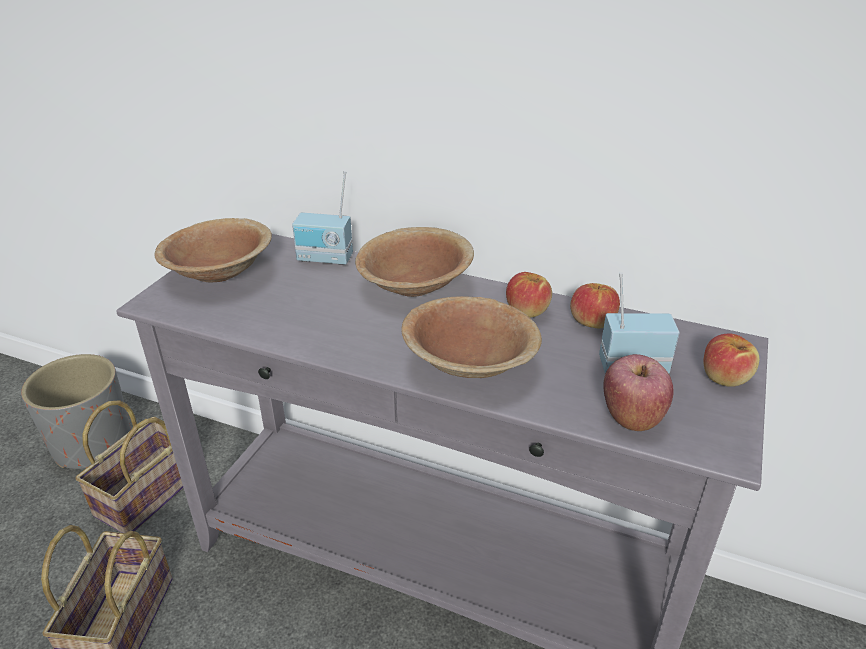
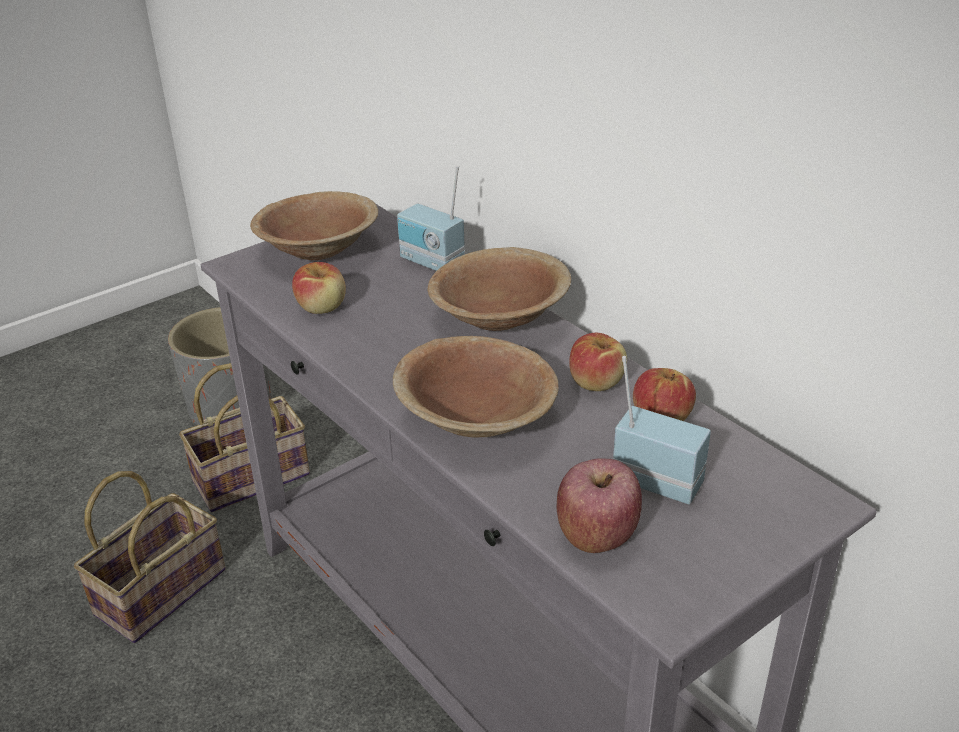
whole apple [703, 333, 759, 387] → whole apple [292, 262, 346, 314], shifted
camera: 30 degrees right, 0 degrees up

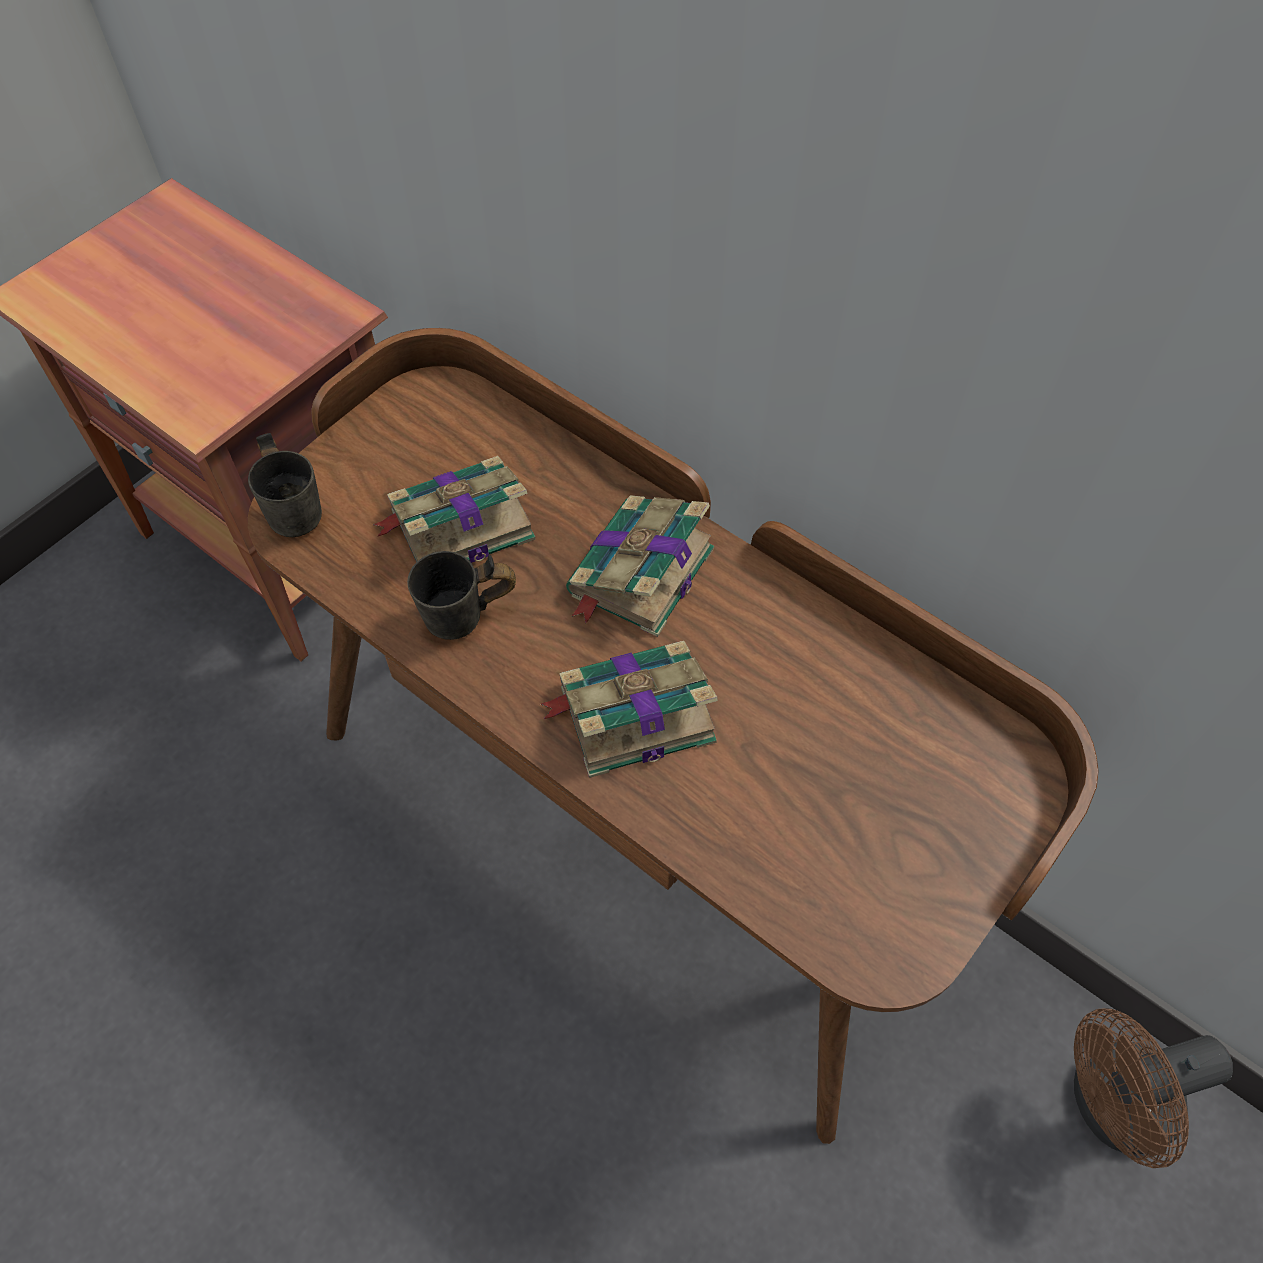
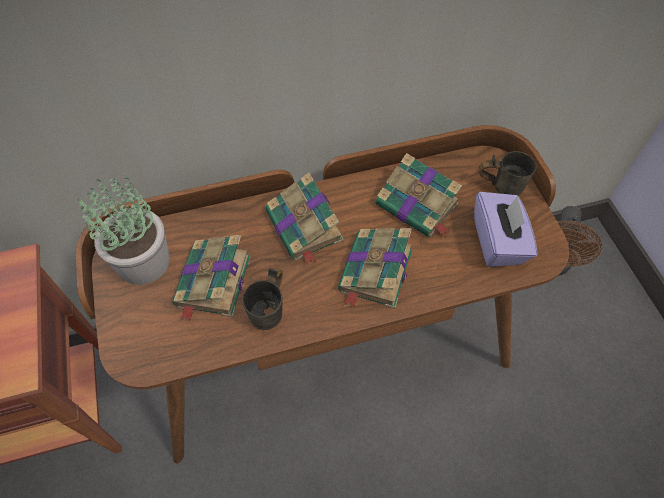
coffee mug (grey) [248, 433, 322, 537] → coffee mug (grey) [478, 151, 536, 196], shifted
- → volume [376, 153, 462, 237]
- → plant in a pot [77, 173, 170, 285]
- → box of tissues (purple) [474, 192, 538, 267]
camera: 55 degrees left, 0 degrees up

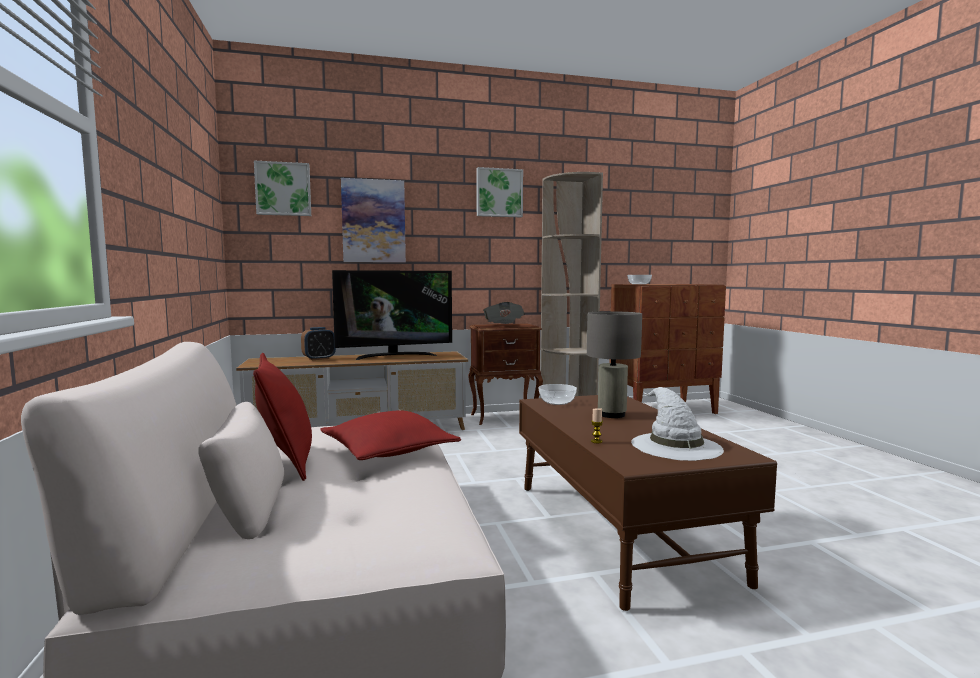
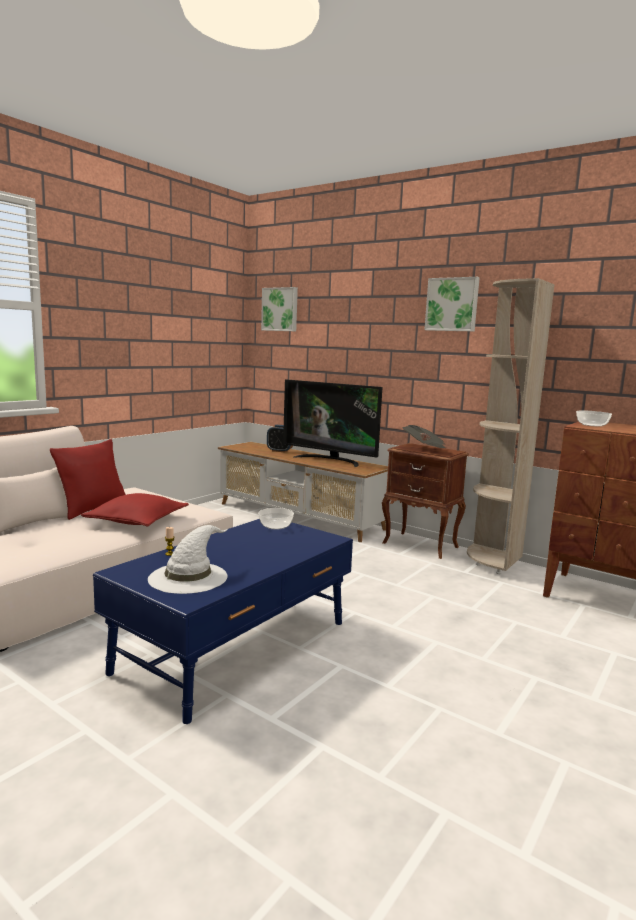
picture [341, 178, 406, 263] → -
lamp for a table (grey) [587, 311, 642, 418] → -
lounge table (brown) [519, 395, 777, 611] → lounge table (bluish) [93, 519, 353, 724]
camera: 50 degrees right, 5 degrees up

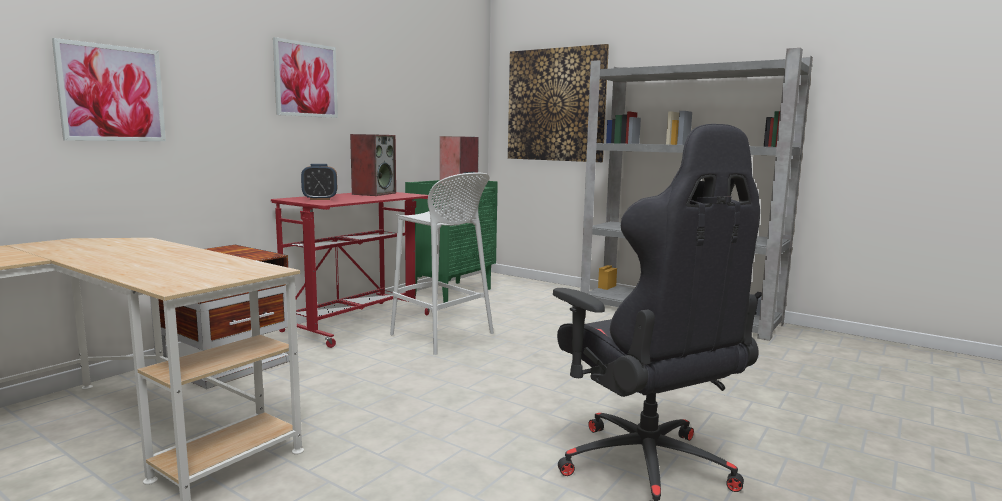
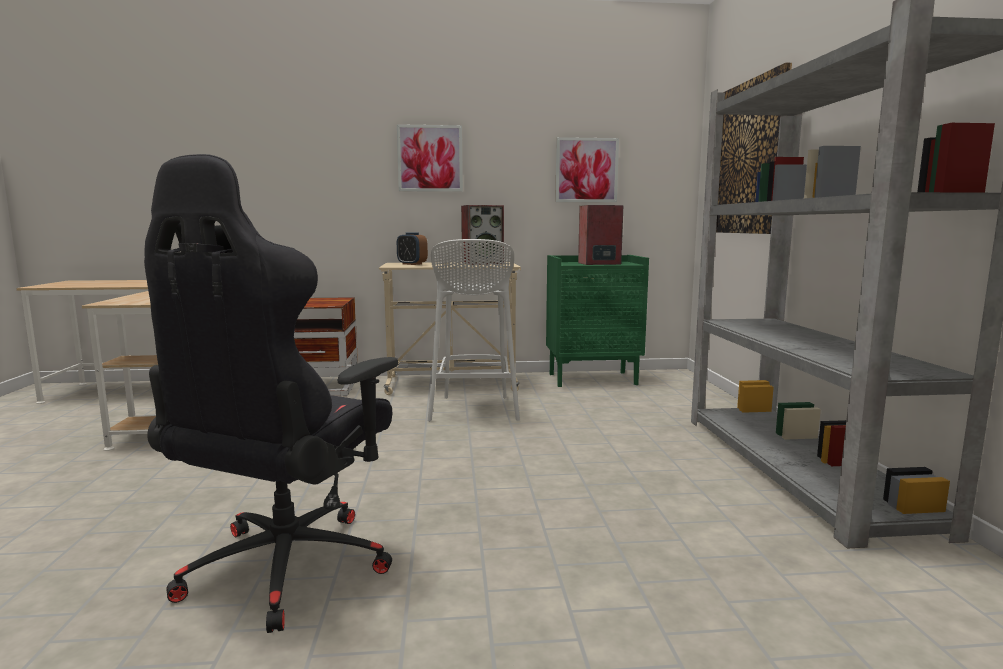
picture [52, 38, 166, 141] → picture [555, 137, 619, 202], shifted
desk unit (reddish) [271, 192, 429, 348] → desk unit (sand-coloured) [379, 262, 521, 395]
camera: 50 degrees right, 0 degrees up

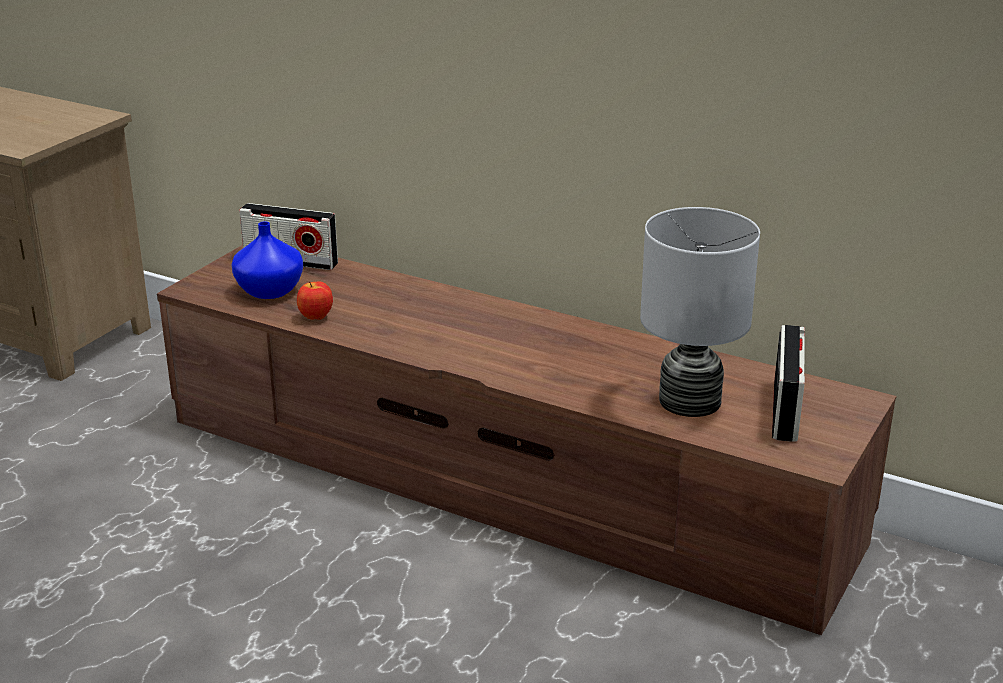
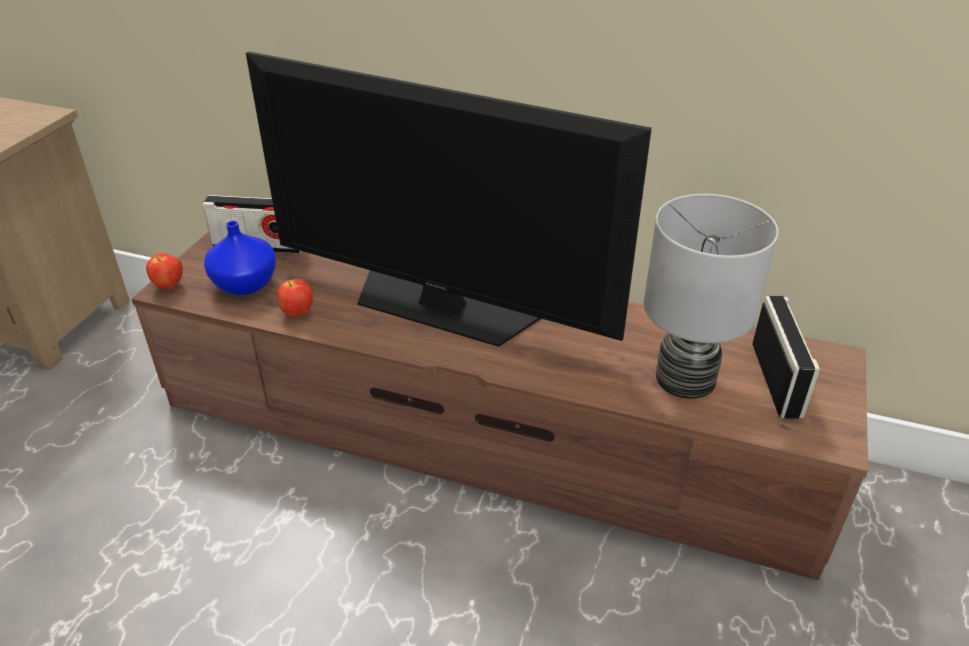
- → TV set [246, 51, 652, 347]
- → whole apple [146, 253, 183, 289]
camera: 10 degrees left, 10 degrees up

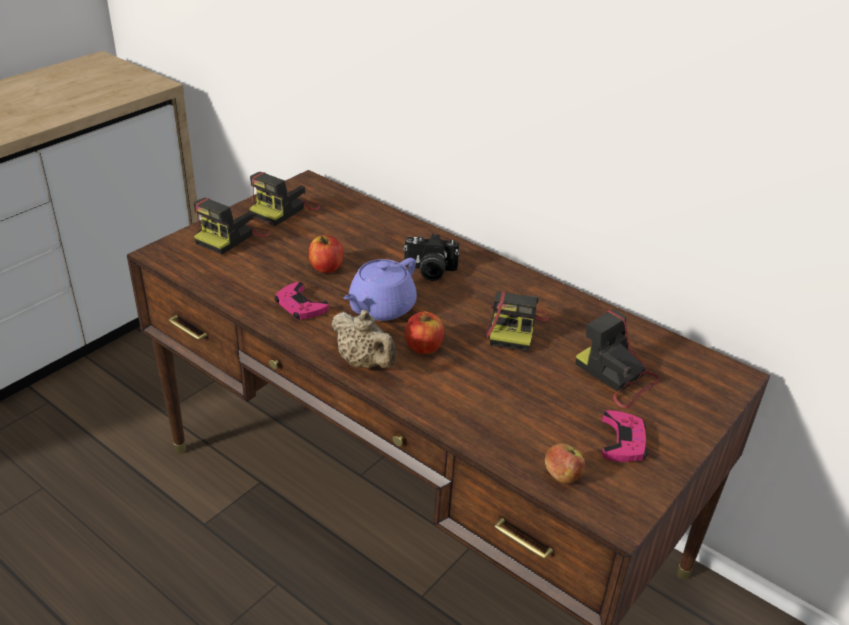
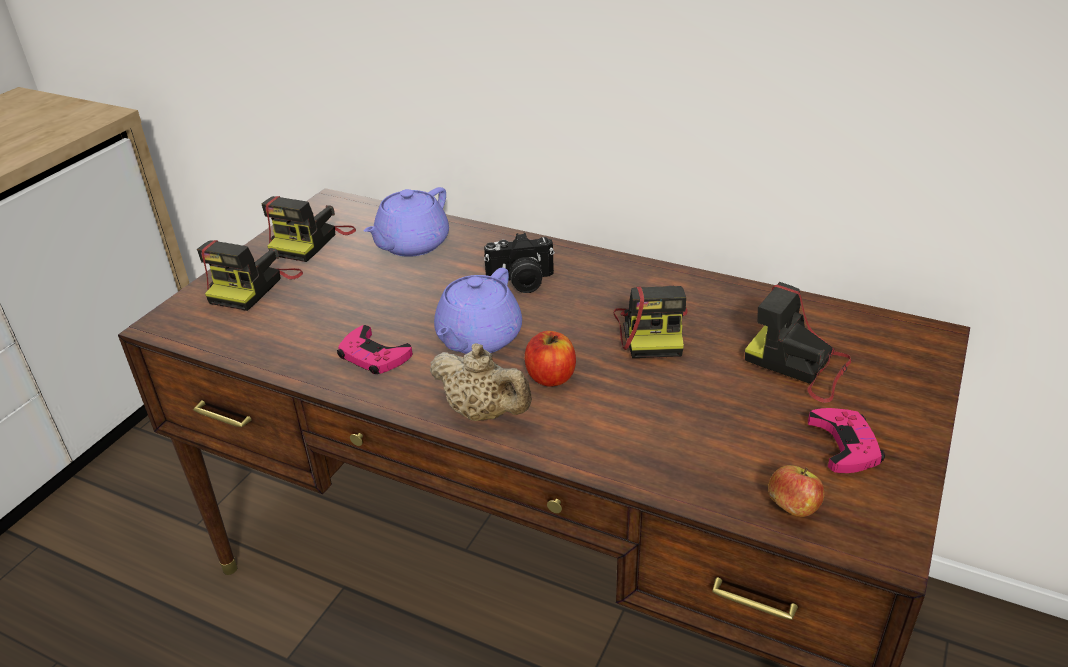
whole apple [309, 235, 344, 273] → -
- → tea pot (purple) [364, 187, 449, 257]
camera: 10 degrees left, 0 degrees up

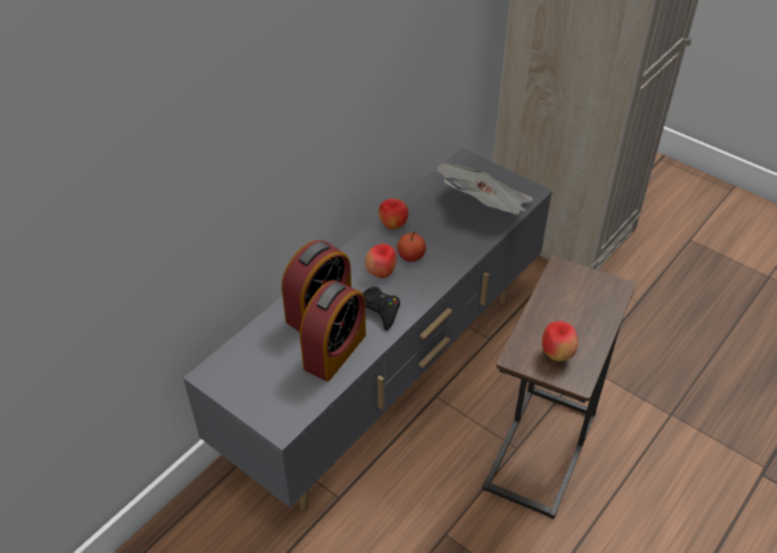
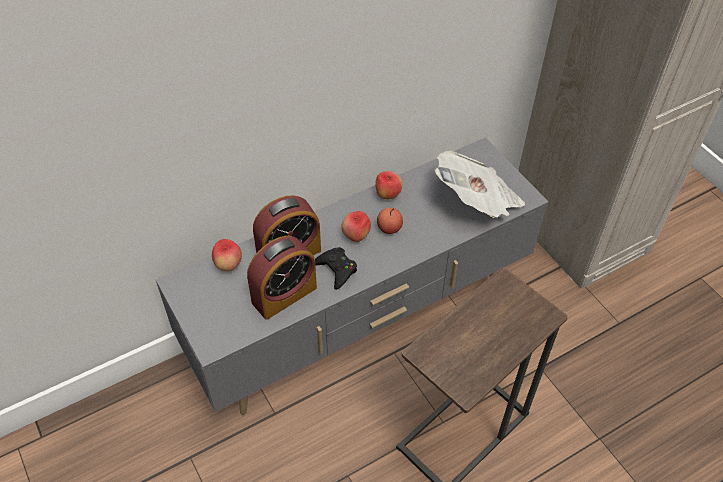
whole apple [542, 321, 578, 362] → whole apple [212, 239, 242, 271], shifted
camera: 20 degrees right, 5 degrees up

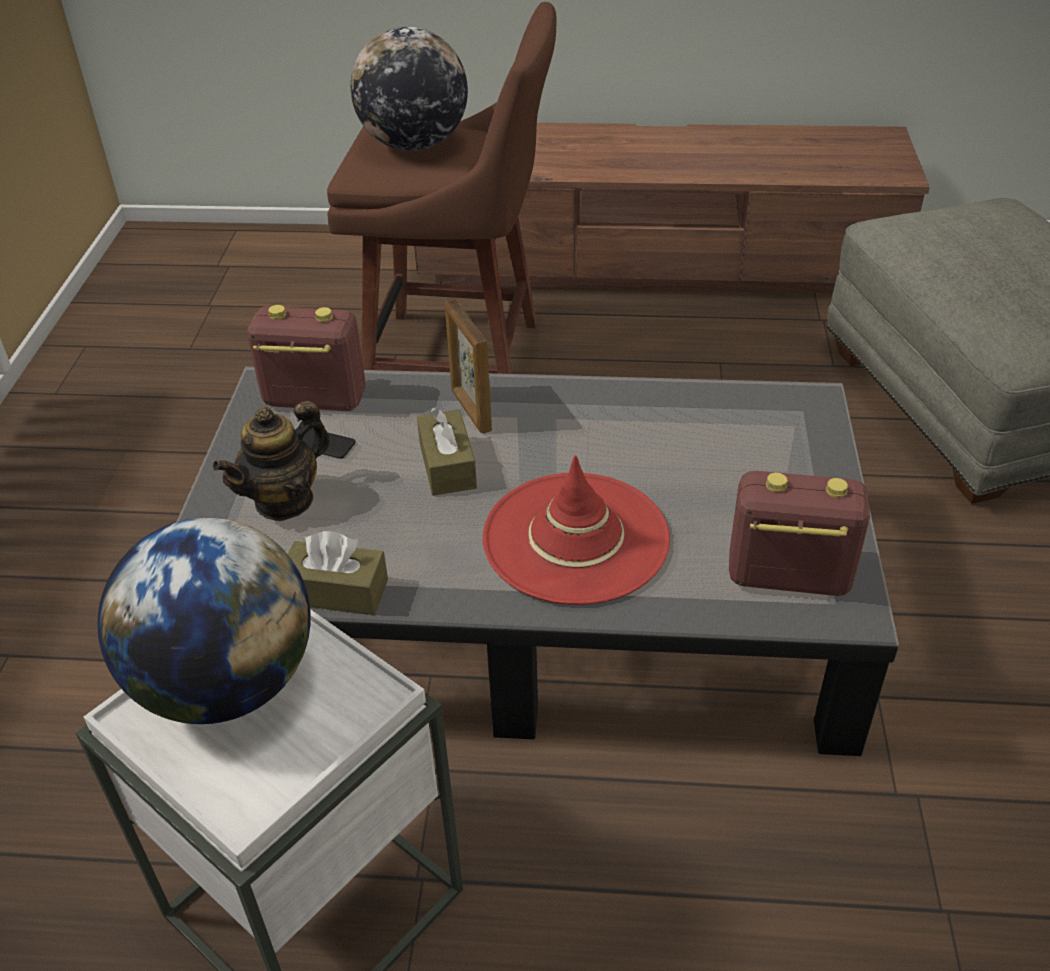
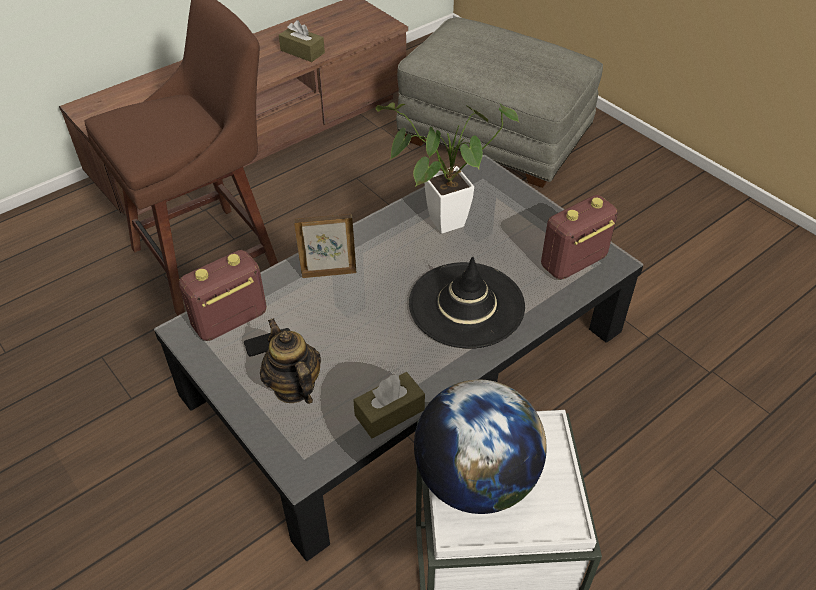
world globe [351, 27, 468, 151] → -
photo frame [445, 299, 492, 434] → photo frame [294, 214, 357, 278], 150 degrees clockwise
tea pot [212, 401, 330, 521] → tea pot [260, 318, 321, 404], 150 degrees clockwise
box of tissues (brown) [417, 408, 477, 496] → box of tissues (brown) [279, 20, 325, 62], shifted
hat (reddish) [483, 455, 670, 605] → hat (black-coloured) [409, 257, 525, 349]
- → plant in a pot [376, 102, 519, 234]
camera: 45 degrees left, 5 degrees up

